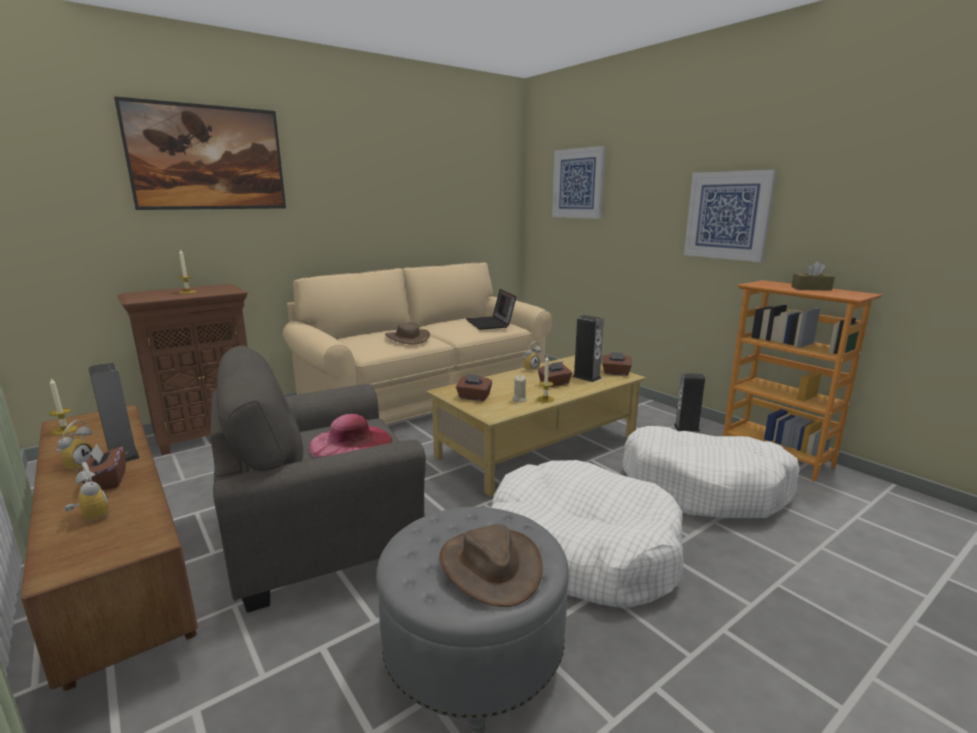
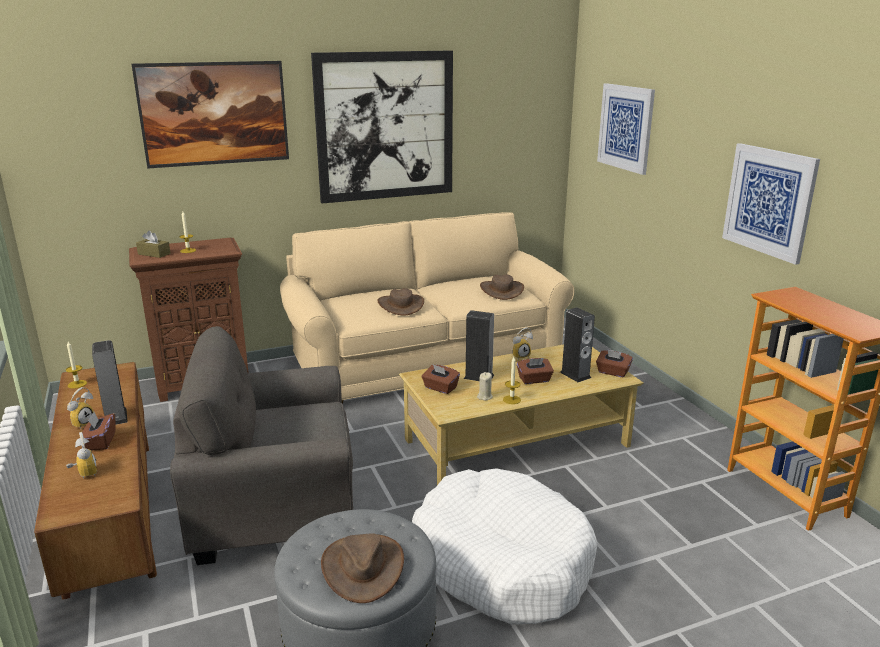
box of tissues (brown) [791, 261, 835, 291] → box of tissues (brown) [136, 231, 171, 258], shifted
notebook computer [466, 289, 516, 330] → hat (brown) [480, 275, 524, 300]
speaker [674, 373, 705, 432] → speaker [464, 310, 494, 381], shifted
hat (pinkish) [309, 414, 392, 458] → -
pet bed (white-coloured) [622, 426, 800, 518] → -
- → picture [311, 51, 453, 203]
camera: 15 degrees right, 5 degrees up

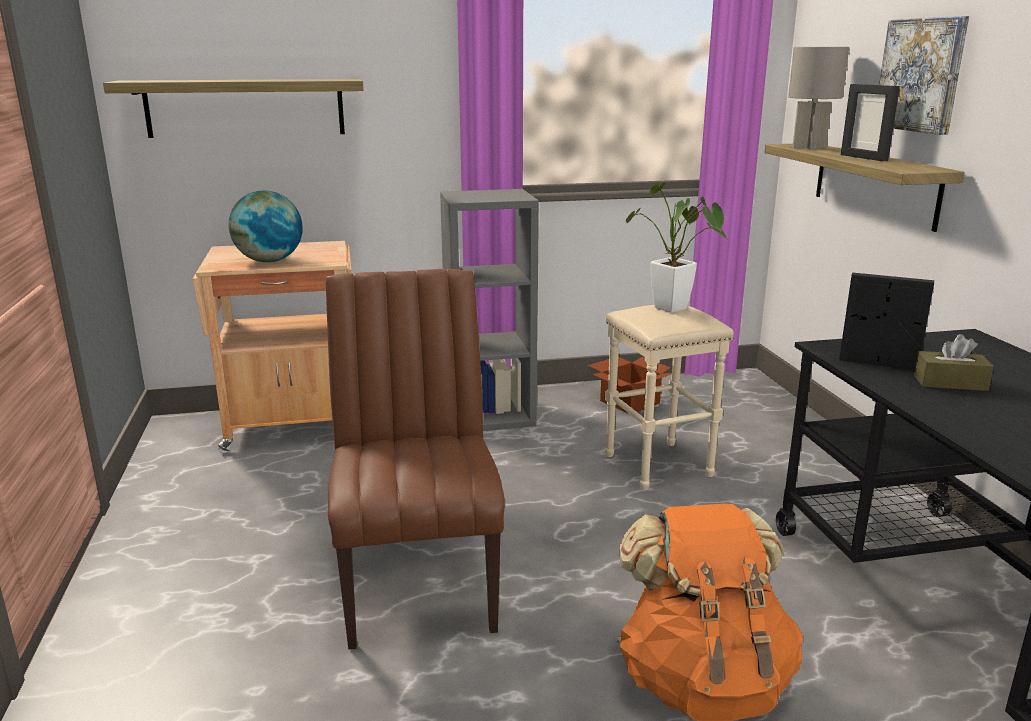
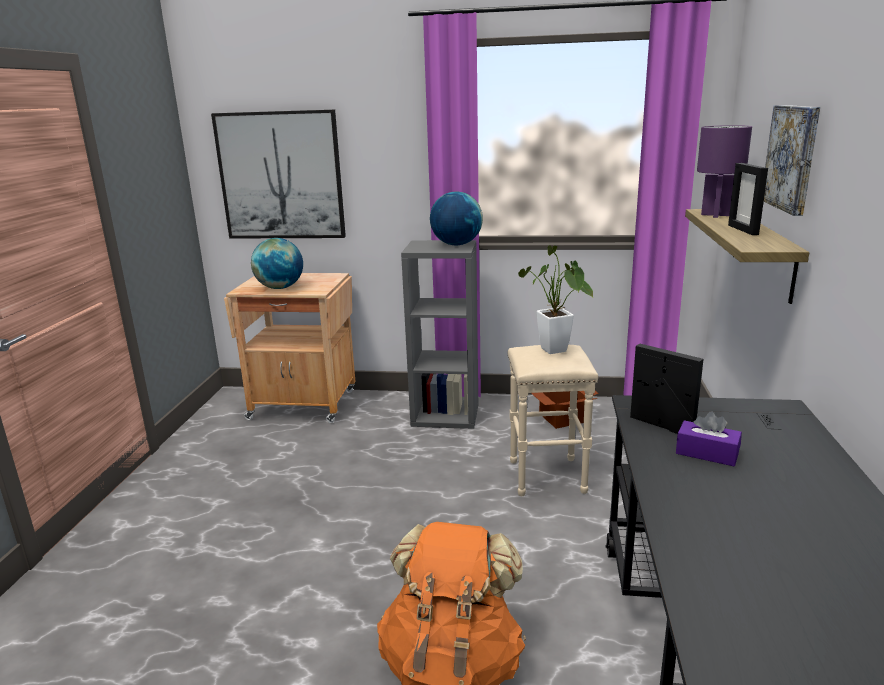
lamp for a table (grey) [788, 47, 849, 150] → lamp for a table (purple) [697, 125, 752, 218]
shelf [103, 79, 364, 138] → picture [211, 110, 346, 239]
chair (brown) [326, 269, 505, 650] → -
box of tissues (brown) [914, 334, 994, 391] → box of tissues (purple) [676, 412, 742, 466]
- → world globe [430, 192, 483, 245]
camera: 20 degrees right, 0 degrees up

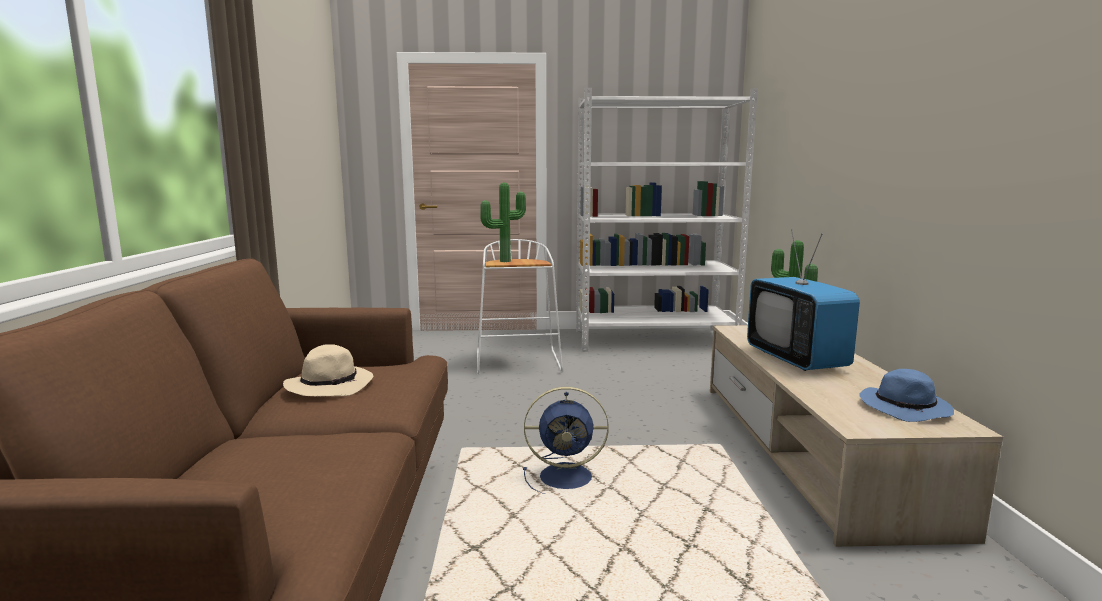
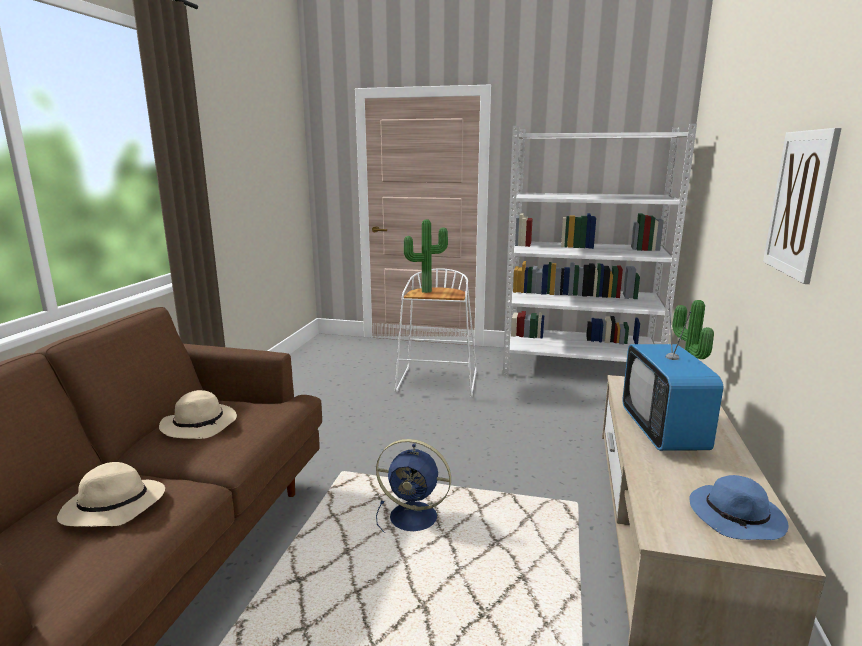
- → picture [763, 128, 841, 284]
- → hat (sand-coloured) [57, 462, 165, 527]
camera: 15 degrees right, 5 degrees up

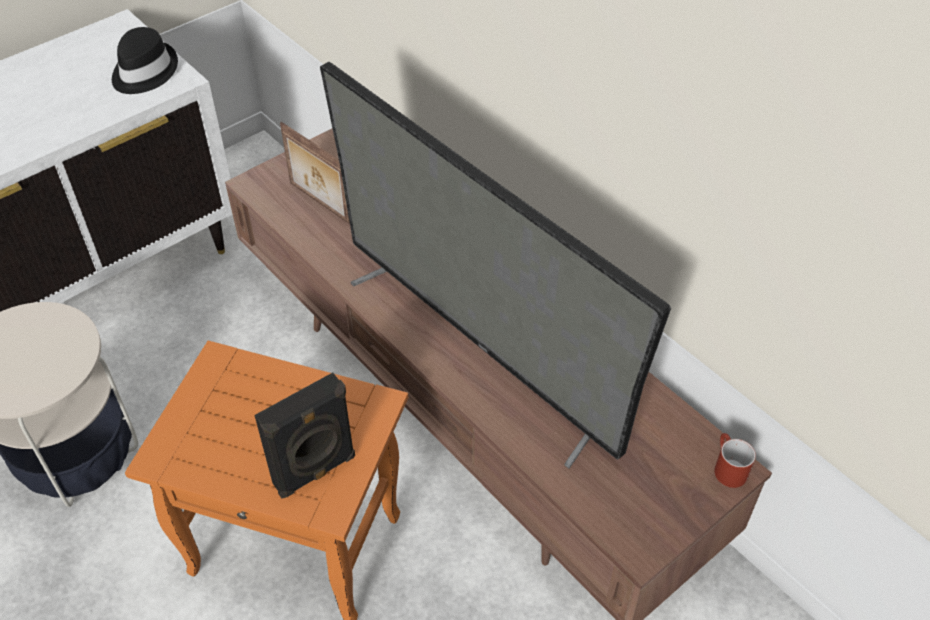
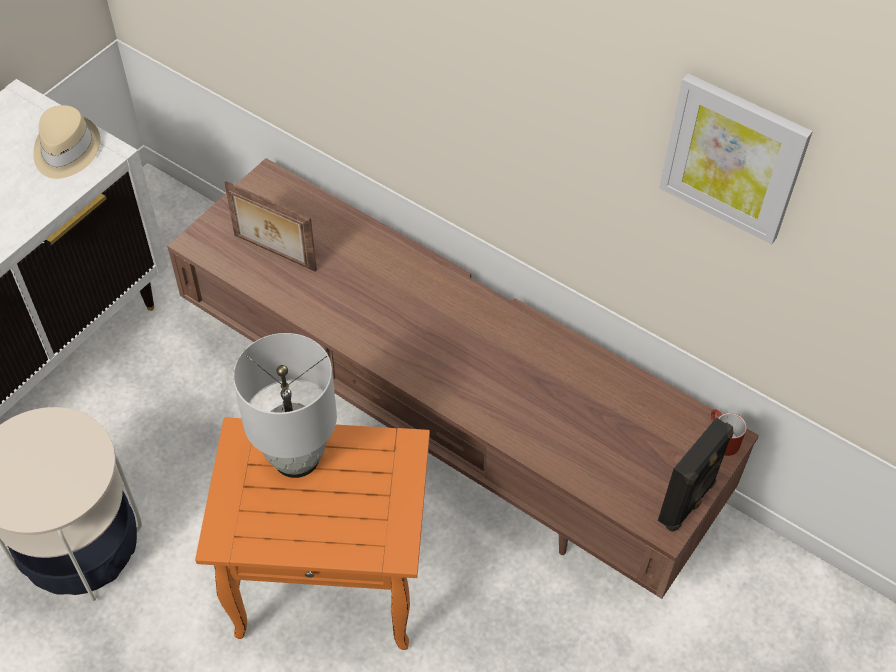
hat (black-coloured) [112, 27, 178, 94] → hat (sand-coloured) [33, 105, 100, 179]
TV set [320, 62, 671, 469] → -
speaker (black-coloured) [255, 373, 355, 498] → speaker (black-coloured) [658, 417, 733, 532], shifted
- → picture [659, 73, 813, 244]
- → lamp for a table (white-coloured) [233, 333, 337, 478]
camera: 15 degrees left, 5 degrees up

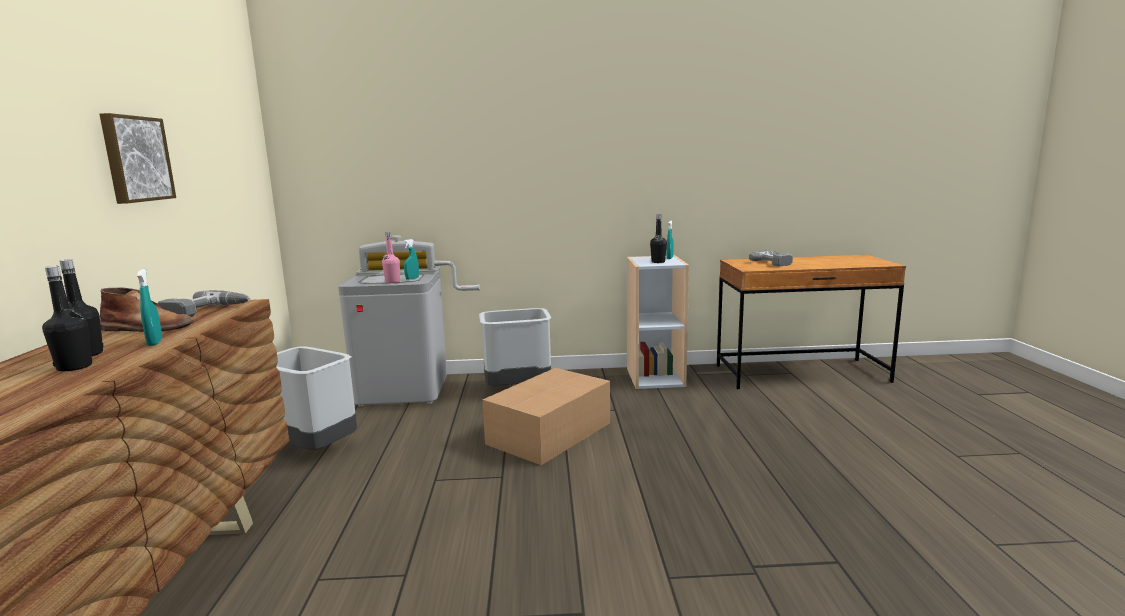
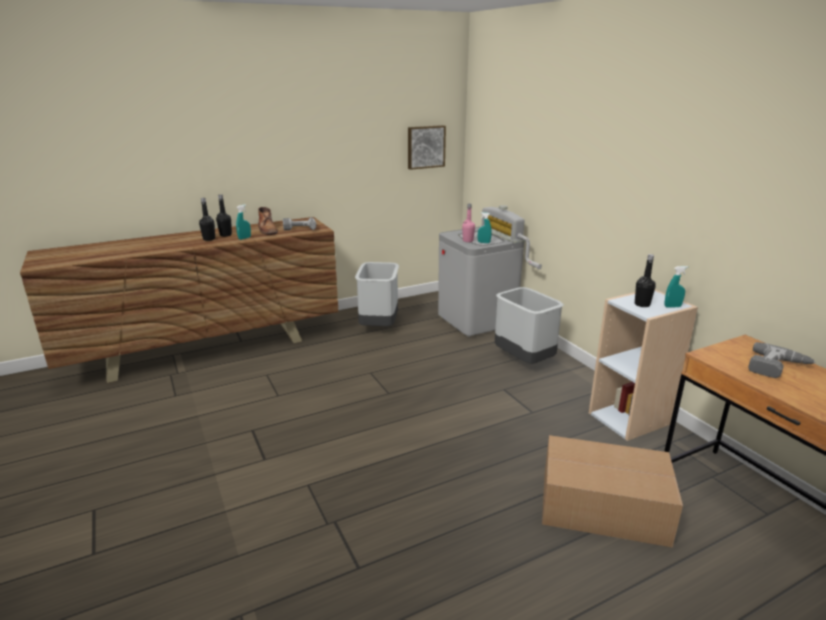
picture [99, 113, 176, 204] → picture [408, 125, 446, 170], shifted
packing box [482, 368, 610, 465] → packing box [542, 435, 683, 548], shifted
camera: 65 degrees right, 10 degrees up

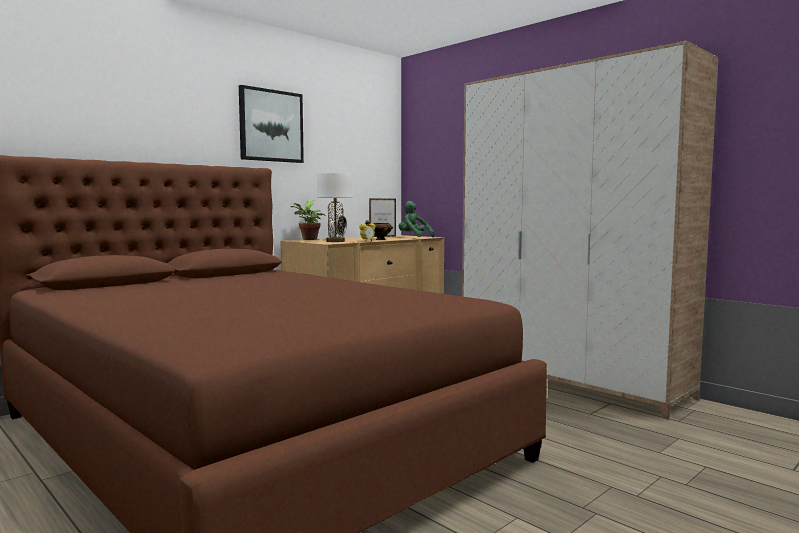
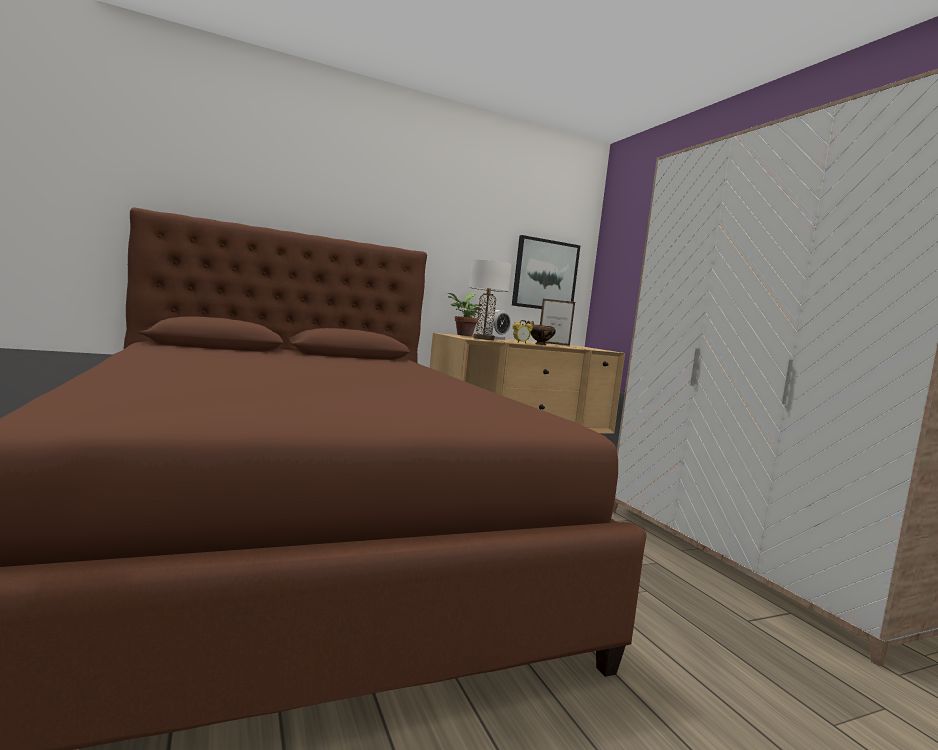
picture [239, 85, 304, 163] → picture [512, 235, 580, 309], shifted
plush toy (greenish) [399, 201, 435, 237] → -
camera: 20 degrees right, 0 degrees up

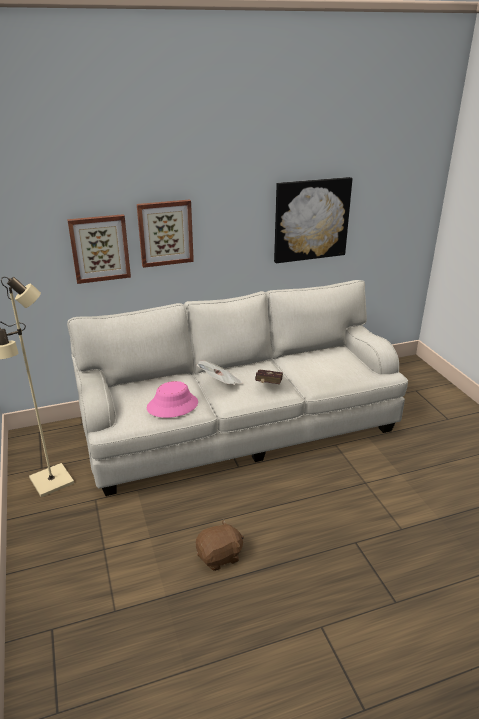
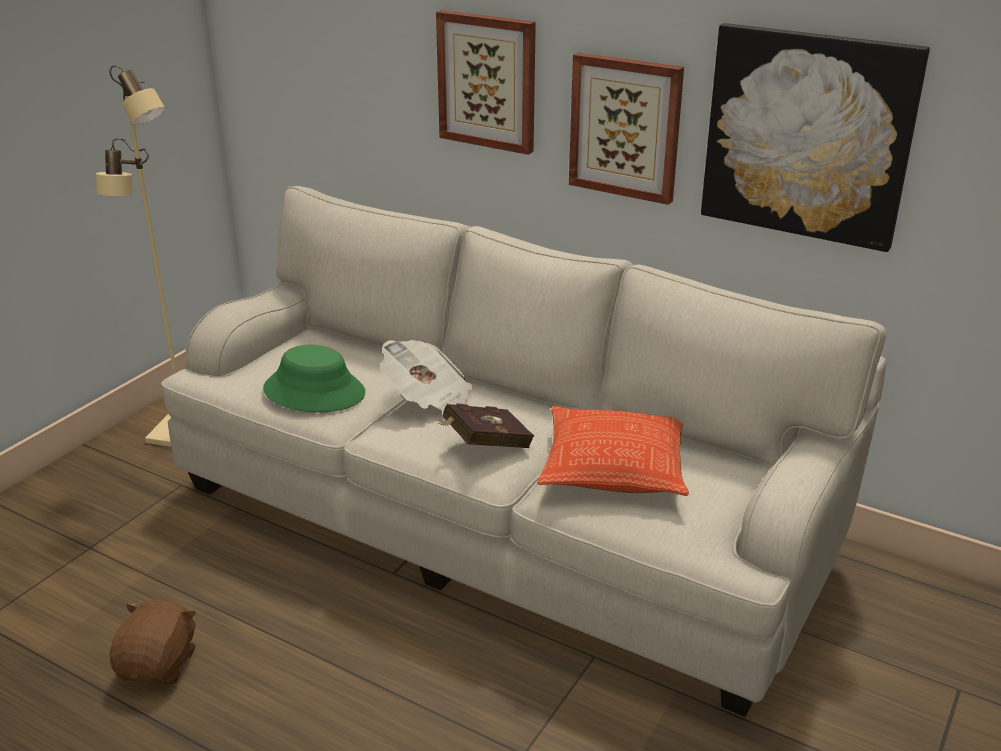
picture [67, 214, 131, 284] → picture [569, 52, 684, 205], shifted
hat (pinkish) [147, 381, 198, 418] → hat (greenish) [263, 345, 365, 413]
plush toy (brown) [196, 519, 244, 571] → plush toy (brown) [110, 600, 196, 685], 105 degrees counterclockwise
- → pillow (orange-coloured) [537, 406, 689, 496]
camera: 50 degrees right, 0 degrees up

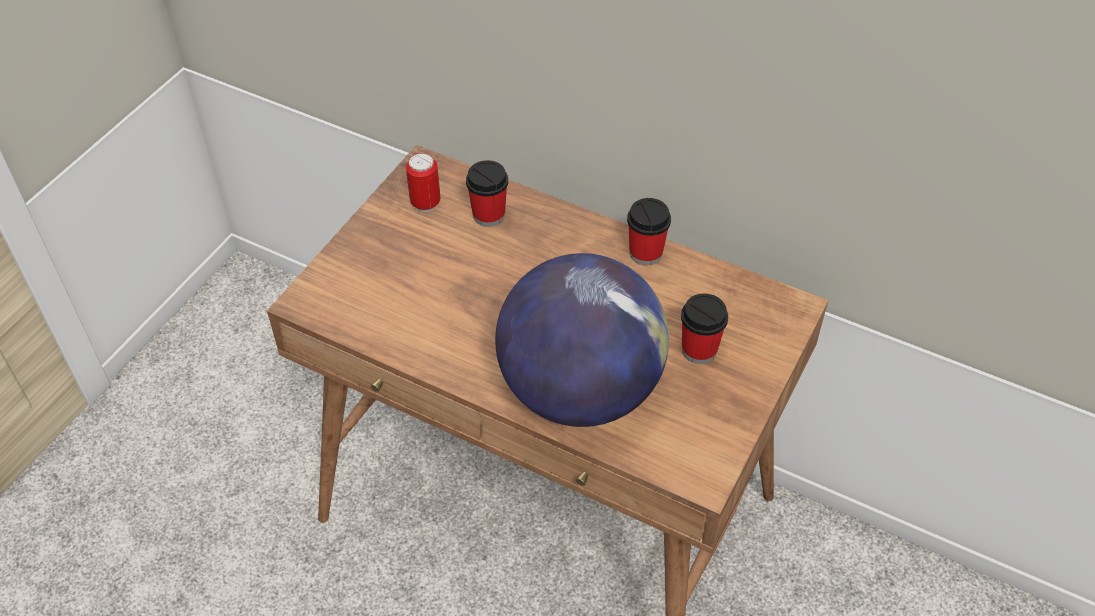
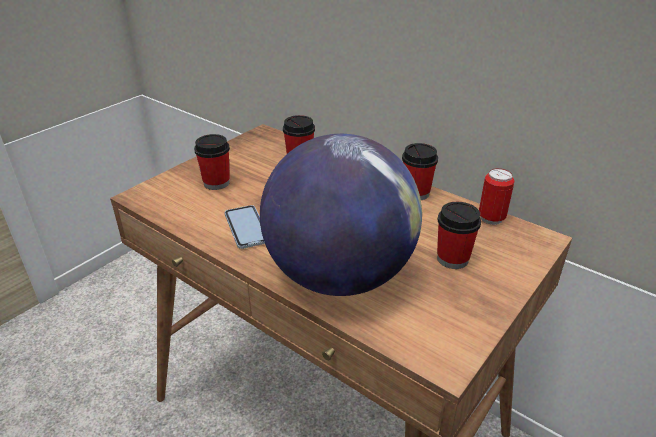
metal can [406, 153, 440, 212] → metal can [479, 168, 514, 225], shifted
- → cup [194, 134, 230, 190]
- → phone [224, 205, 265, 249]
camera: 10 degrees right, 15 degrees down

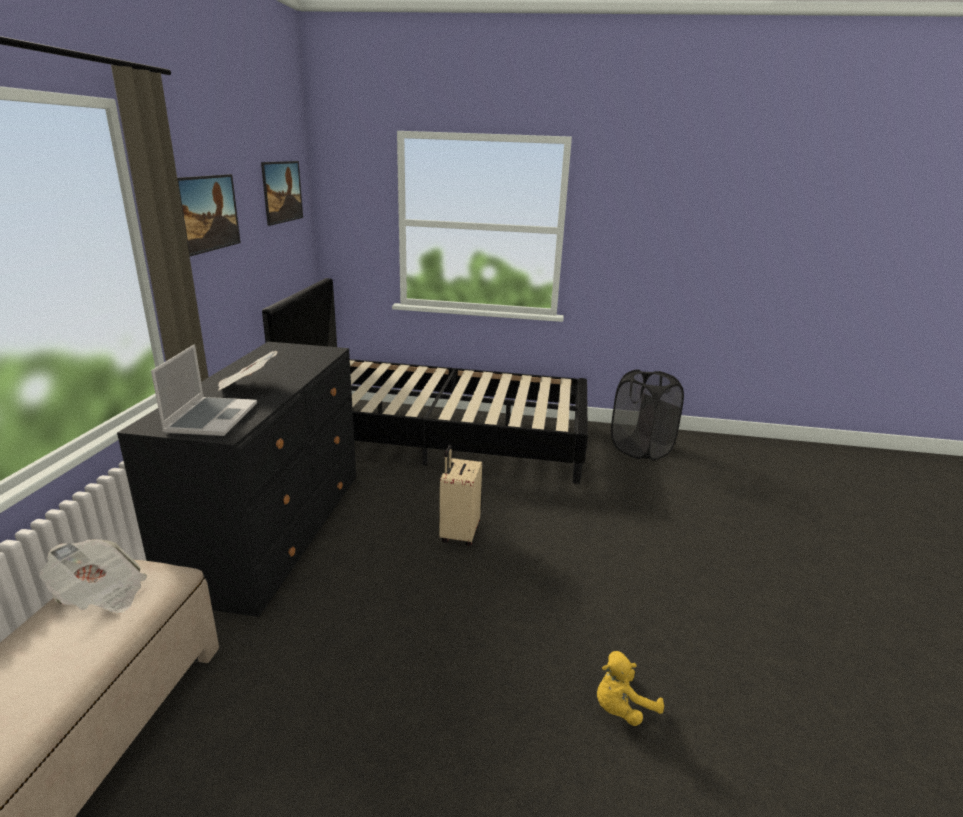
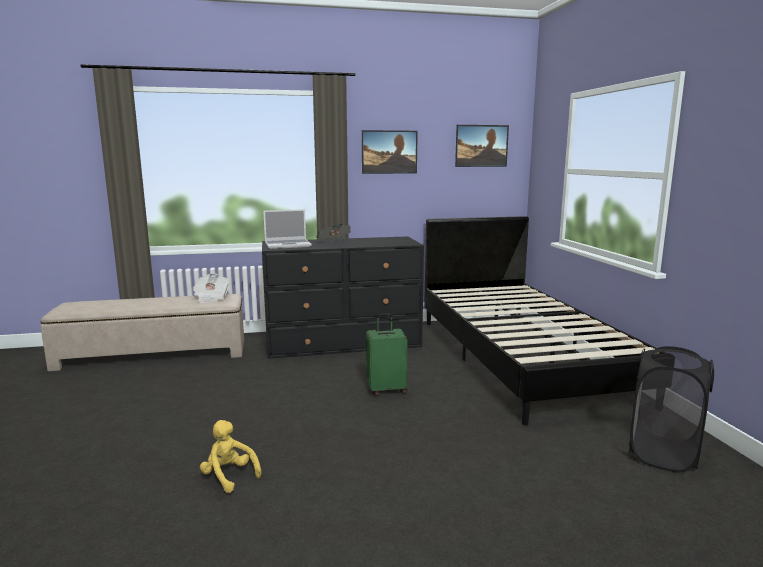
piece of luggage (sand-coloured) [440, 445, 482, 546] → piece of luggage (greenish) [366, 313, 408, 396]
camera: 70 degrees right, 10 degrees down

